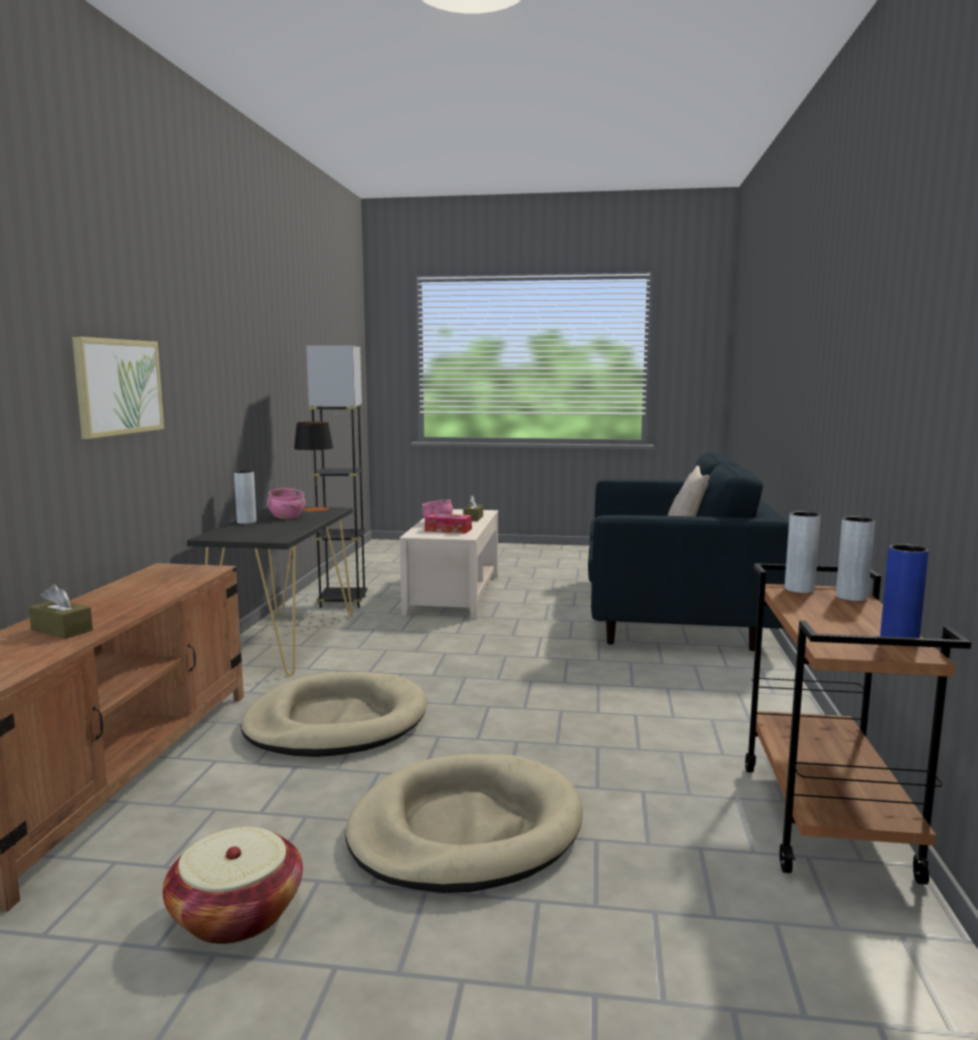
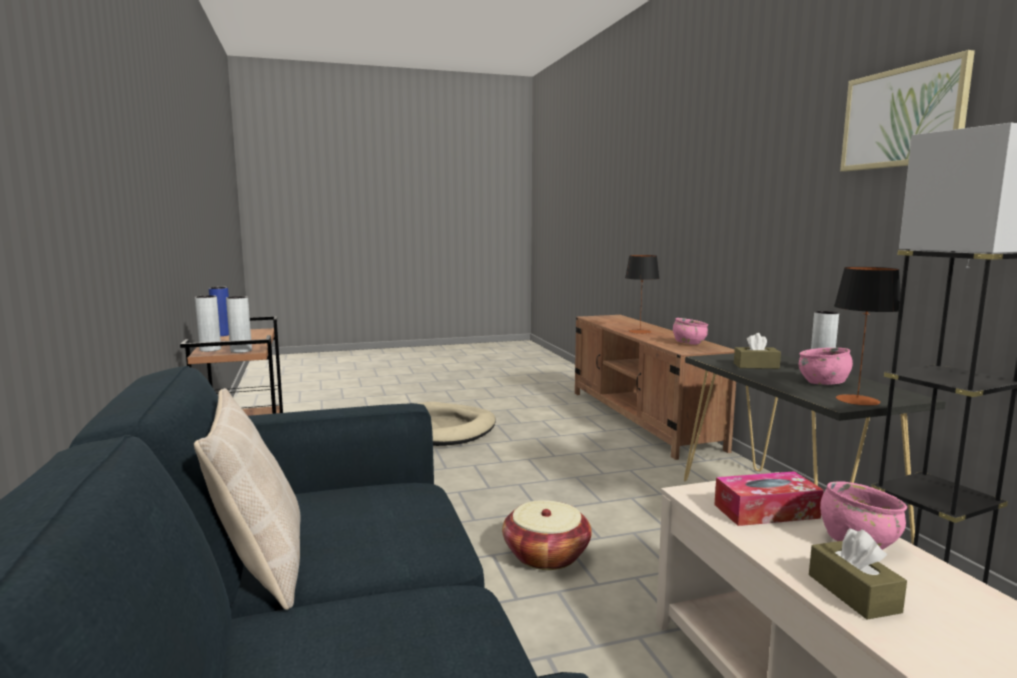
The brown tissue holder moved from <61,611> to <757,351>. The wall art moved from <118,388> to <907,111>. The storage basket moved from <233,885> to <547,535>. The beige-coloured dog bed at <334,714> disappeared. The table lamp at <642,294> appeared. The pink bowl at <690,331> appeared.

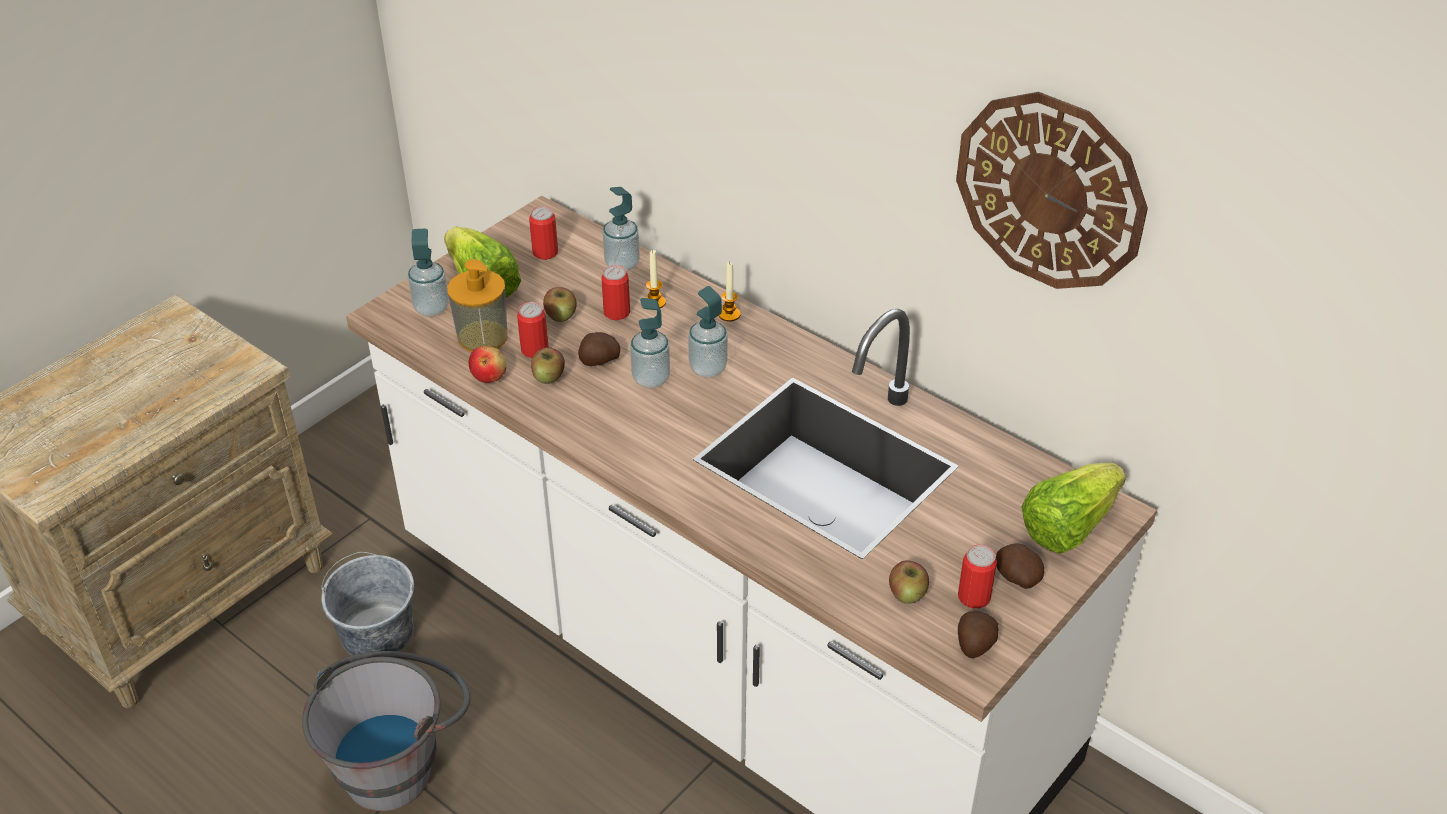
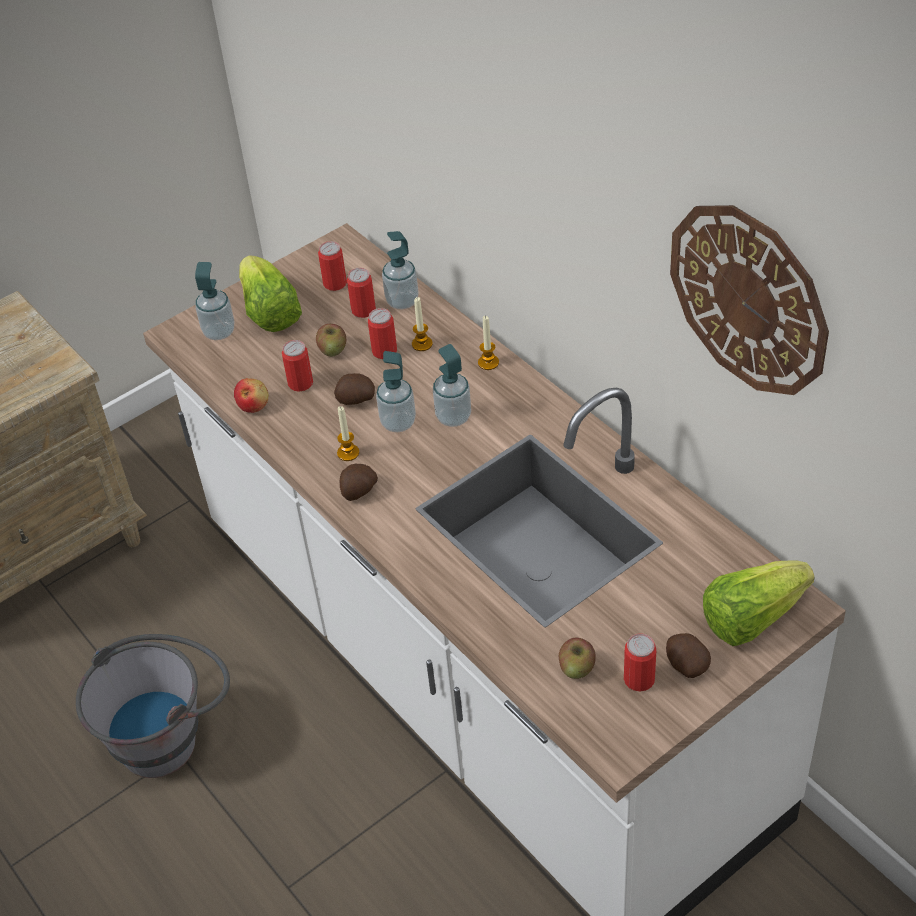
The greyish bucket at <367,603> disappeared. The soap bottle at <477,305> disappeared. The apple fruit at <548,365> disappeared. The spud moved from <978,635> to <359,482>. The wax light at <348,433> appeared. The sealed can at <361,293> appeared.

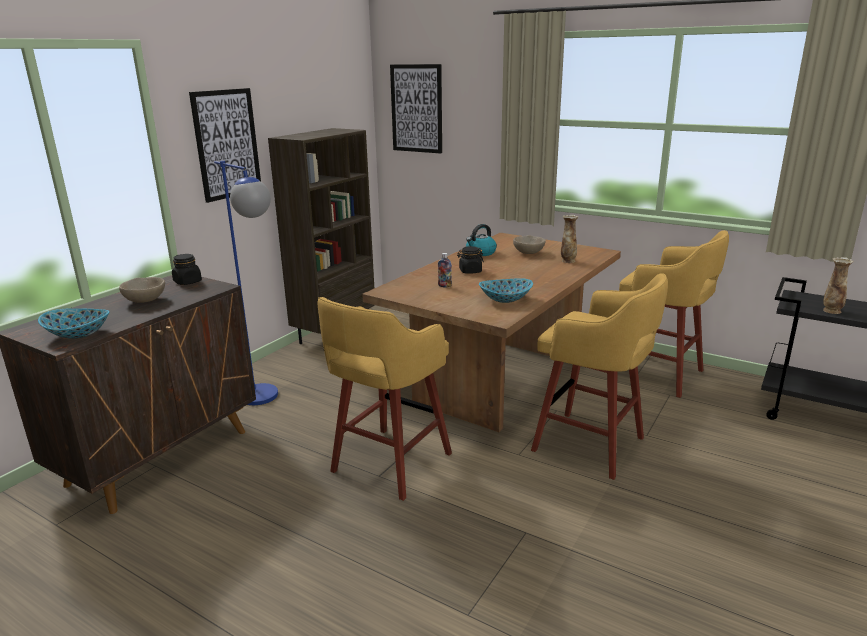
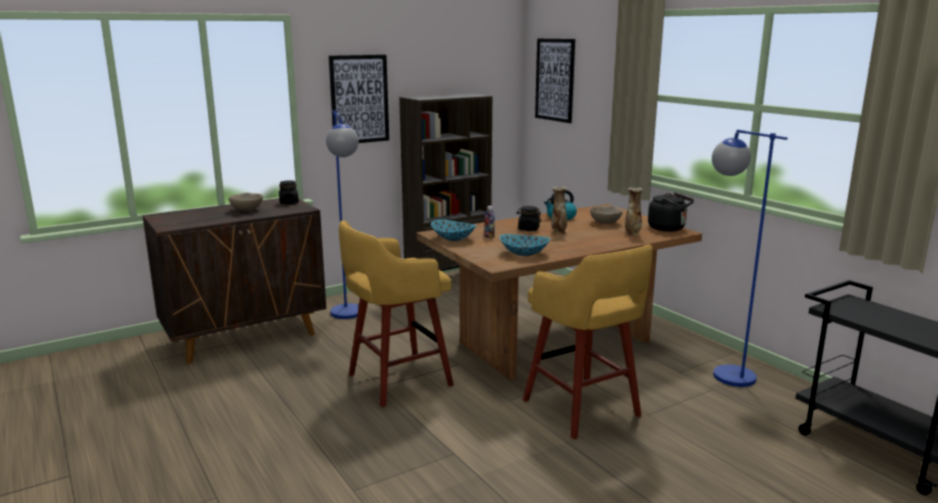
The bowl moved from <73,323> to <453,230>. The yellow stool at <674,314> was replaced by the bluish standard lamp at <750,258>. The flower vase moved from <838,285> to <559,211>. The blackish tea kettle at <671,212> appeared.

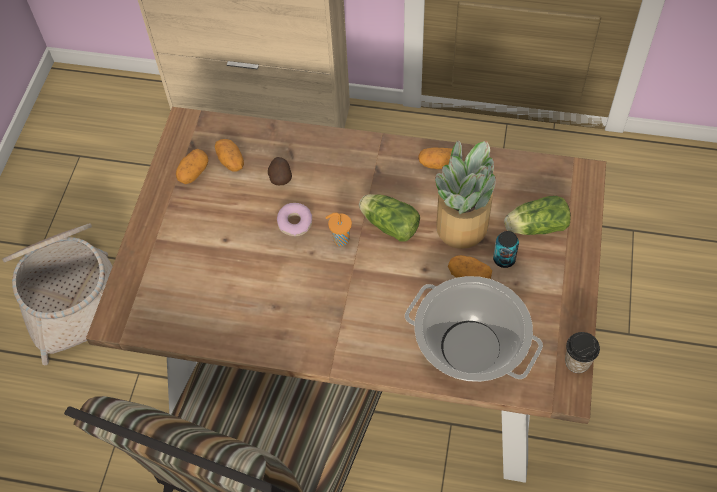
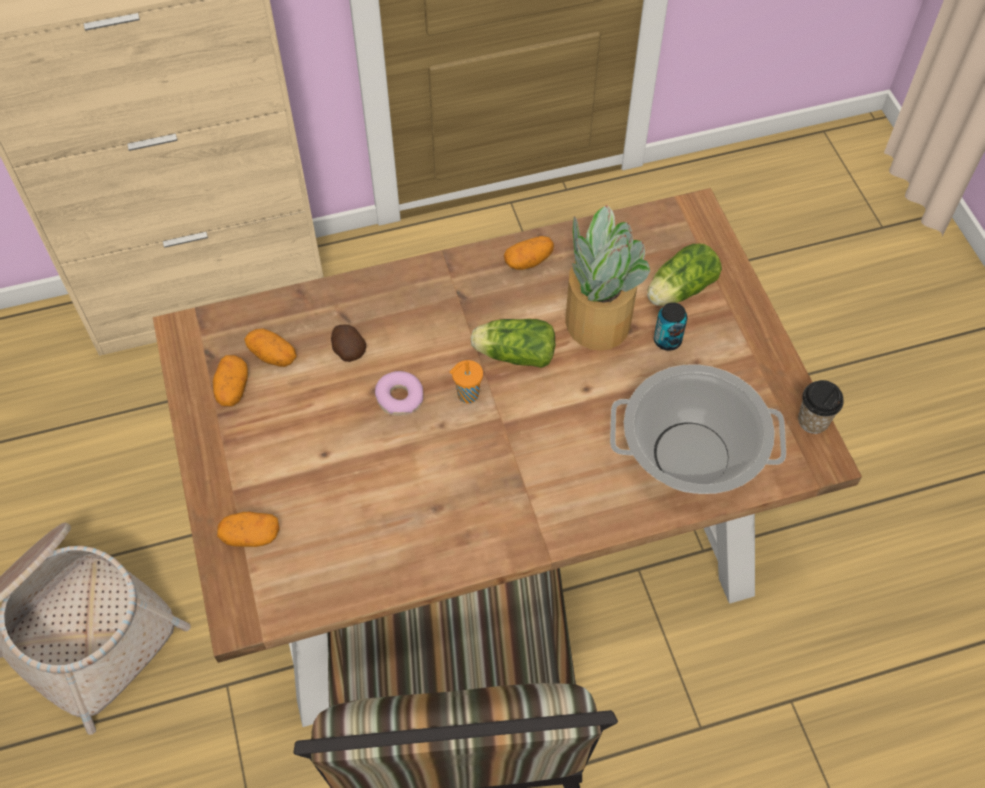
The spud moved from <470,267> to <248,529>.

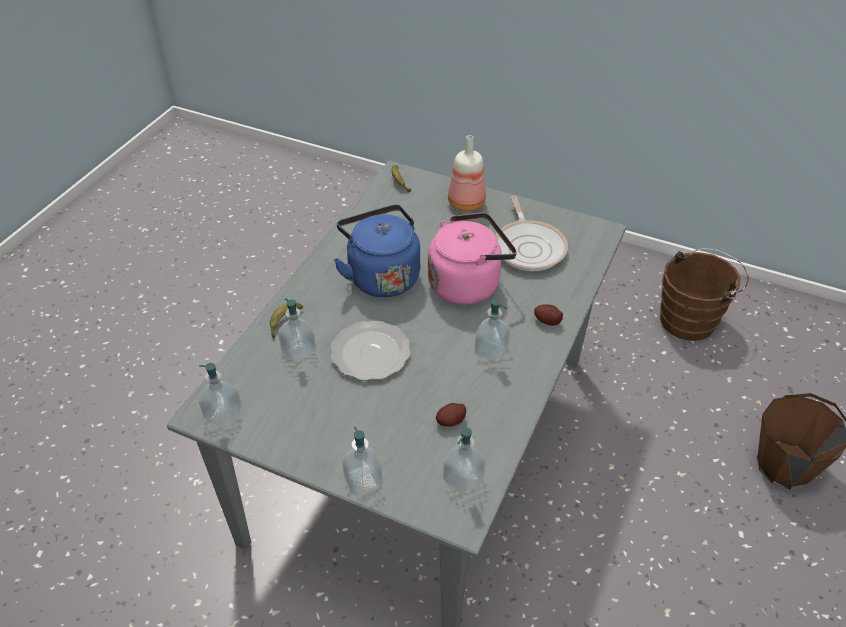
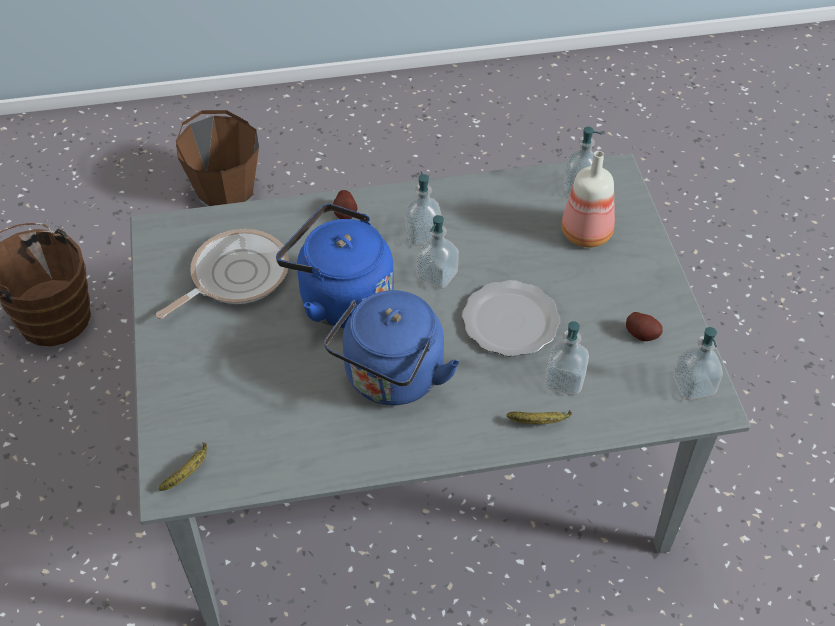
The soap bottle moved from <362,461> to <437,252>. The pink tea kettle at <472,258> became the bluish tea kettle at <335,266>. The spud moved from <451,415> to <644,326>. The beverage bottle moved from <467,173> to <588,199>.

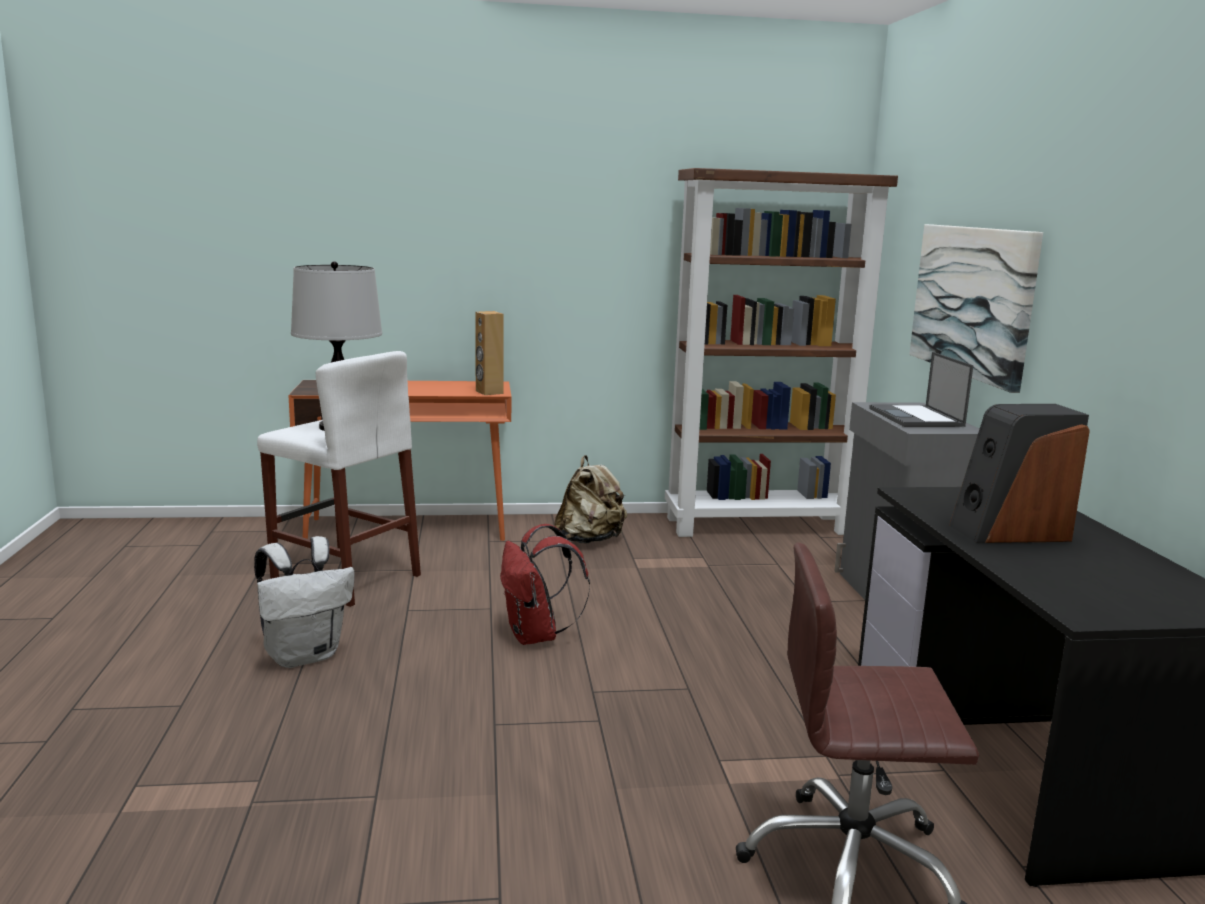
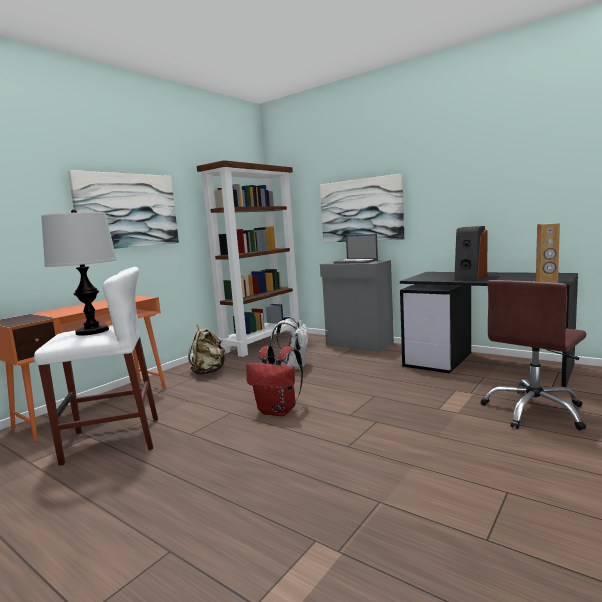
The whitish backpack moved from <304,602> to <289,343>. The brown loudspeaker moved from <490,353> to <548,253>. The wall art at <123,209> appeared.

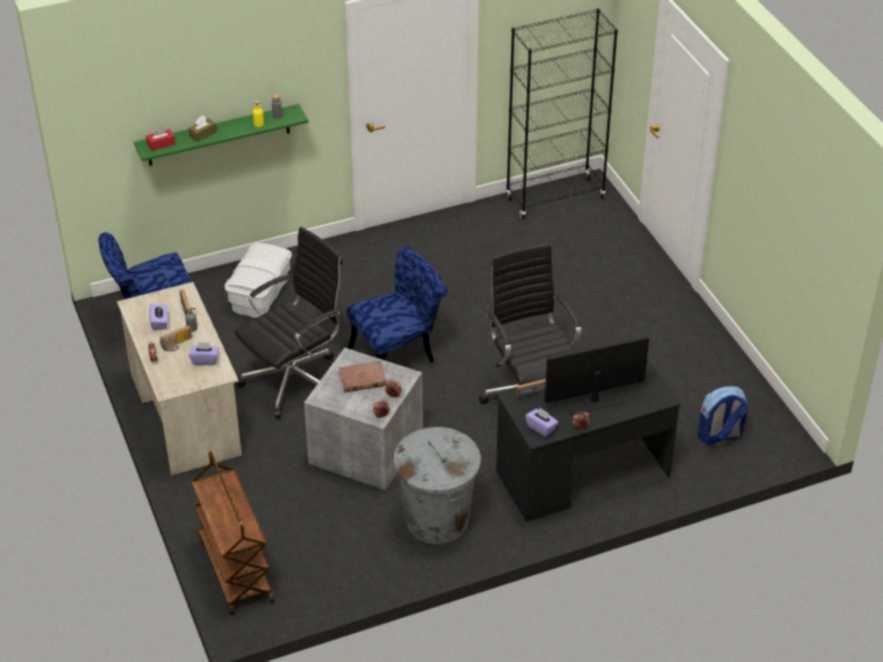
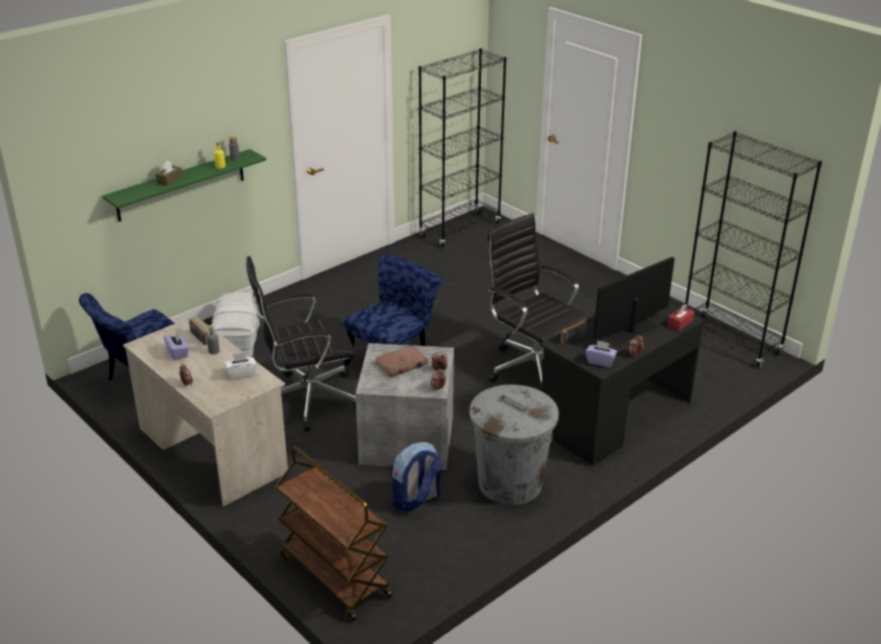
The red tissue holder moved from <160,139> to <680,317>. The radio at <176,338> disappeared. The purple-coloured tissue holder at <204,353> became the whitish tissue holder at <241,366>. The blackish desk chair at <288,323> turned 135 degrees counterclockwise. The backpack moved from <722,415> to <416,477>. The blackish bookcase at <753,249> appeared.

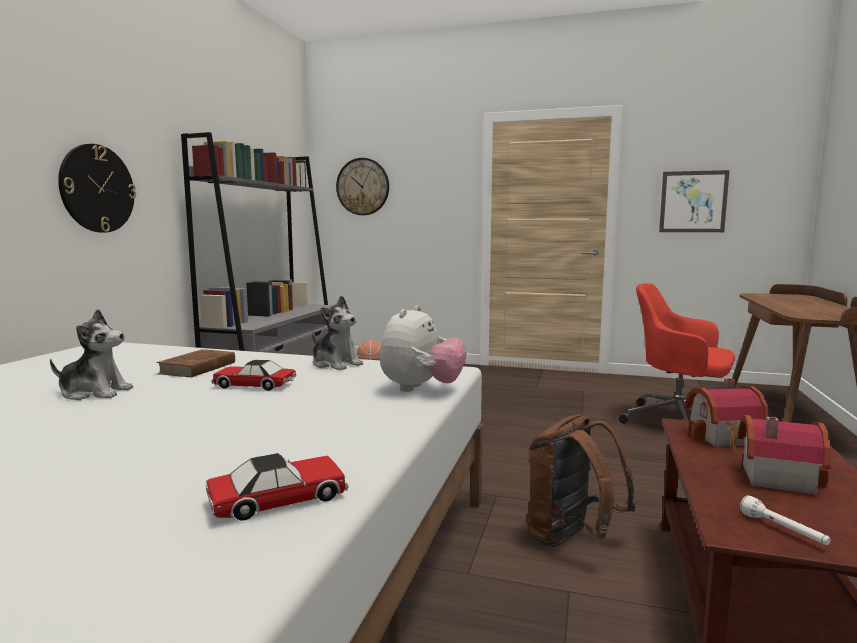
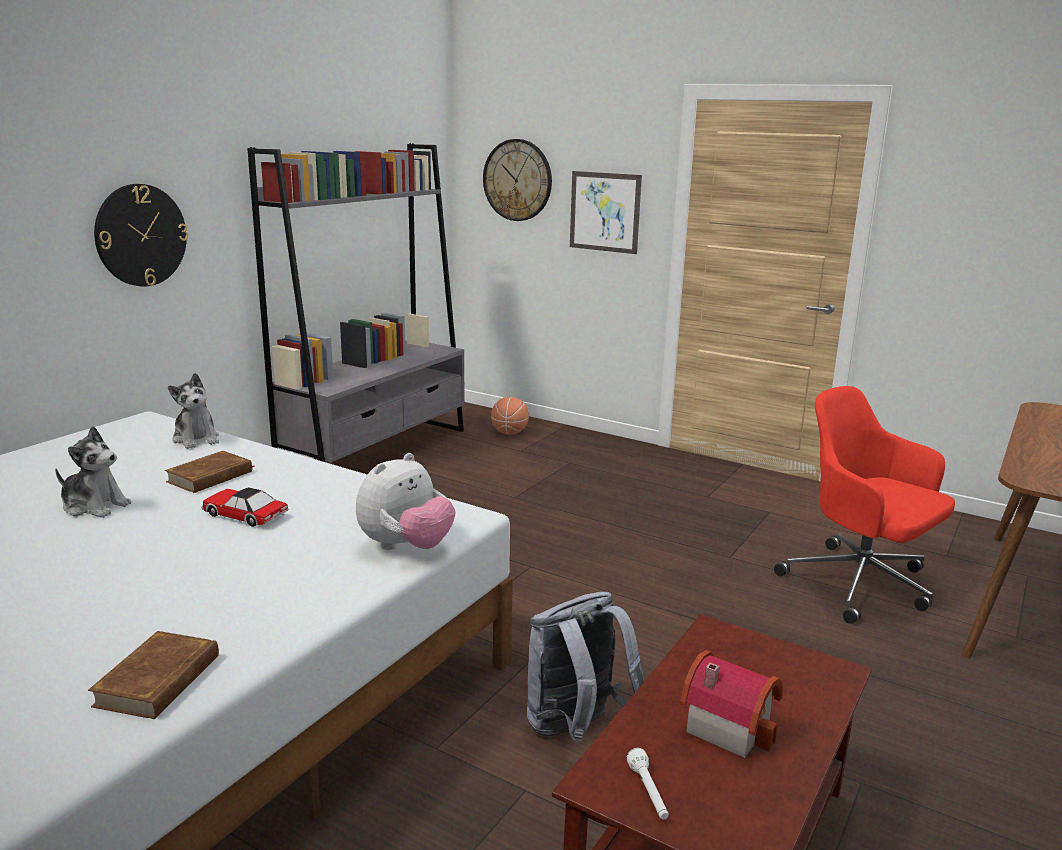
The miniature car at <277,487> was replaced by the brown bound book at <153,675>. The soft toy moved from <337,332> to <193,411>. The brown backpack at <581,480> became the greyish backpack at <585,667>. The wall art moved from <694,201> to <606,212>. The toy house at <727,415> disappeared.

